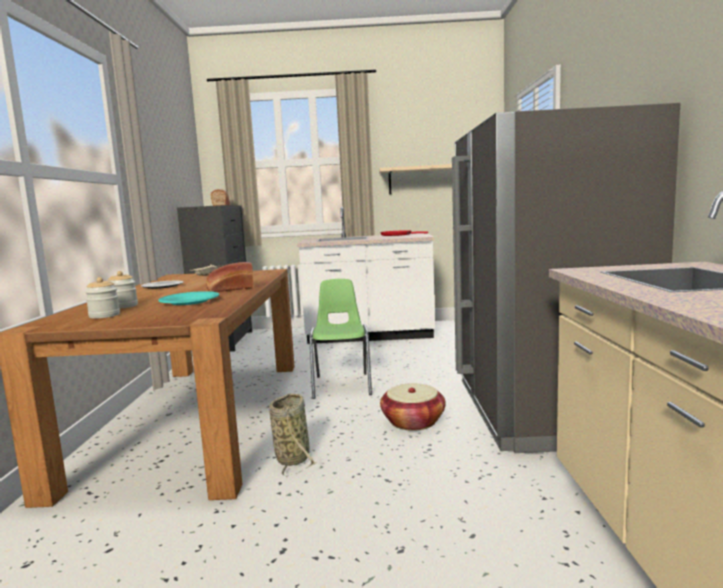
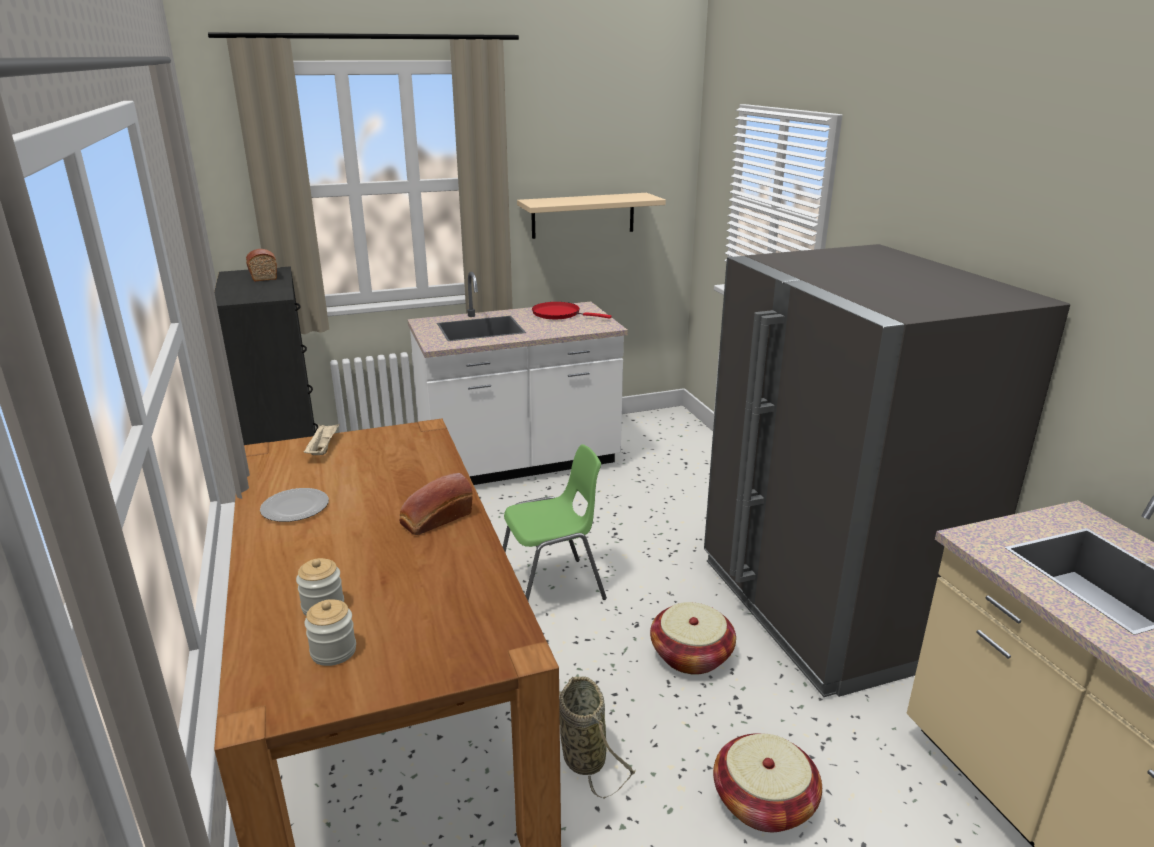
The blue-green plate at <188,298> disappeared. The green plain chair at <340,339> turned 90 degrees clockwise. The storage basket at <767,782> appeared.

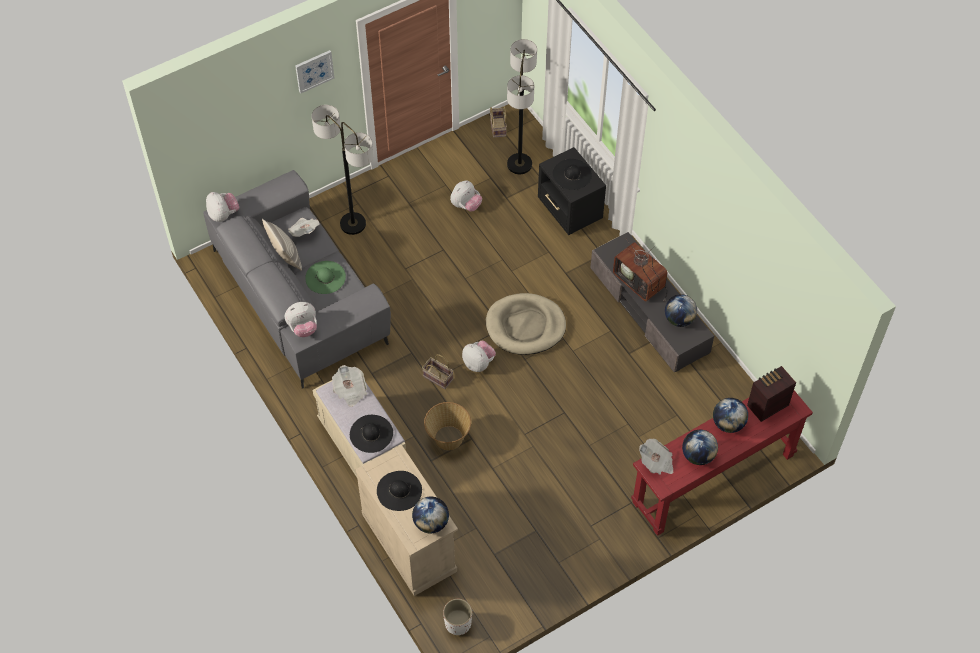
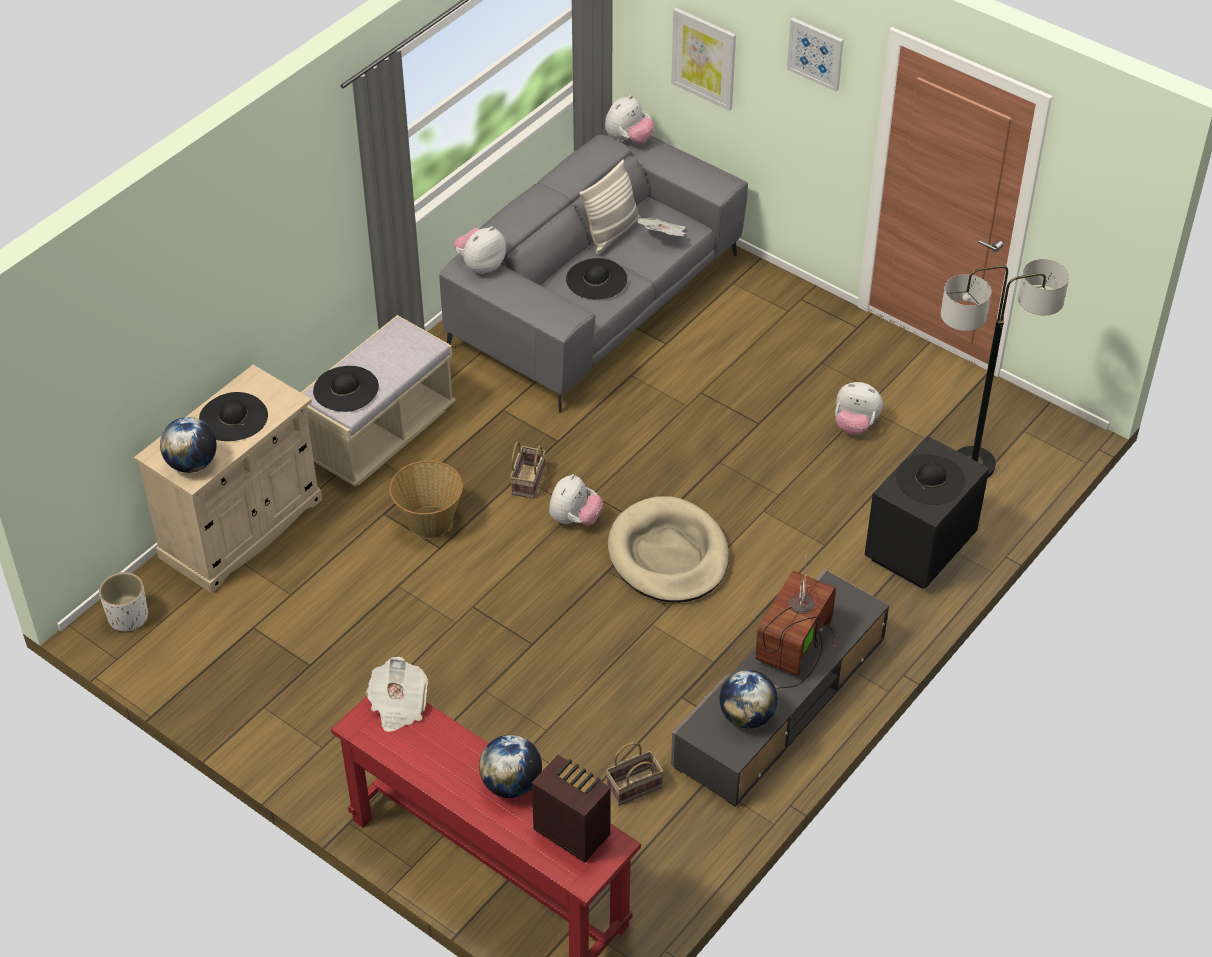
The soft toy at <301,319> turned 90 degrees clockwise. The green clothing hat at <325,277> became the blackish clothing hat at <596,278>. The standard lamp at <342,170> disappeared. The newspaper at <349,386> disappeared. The storage basket moved from <498,122> to <634,774>. The globe at <700,447> disappeared. The wall art at <703,59> appeared.

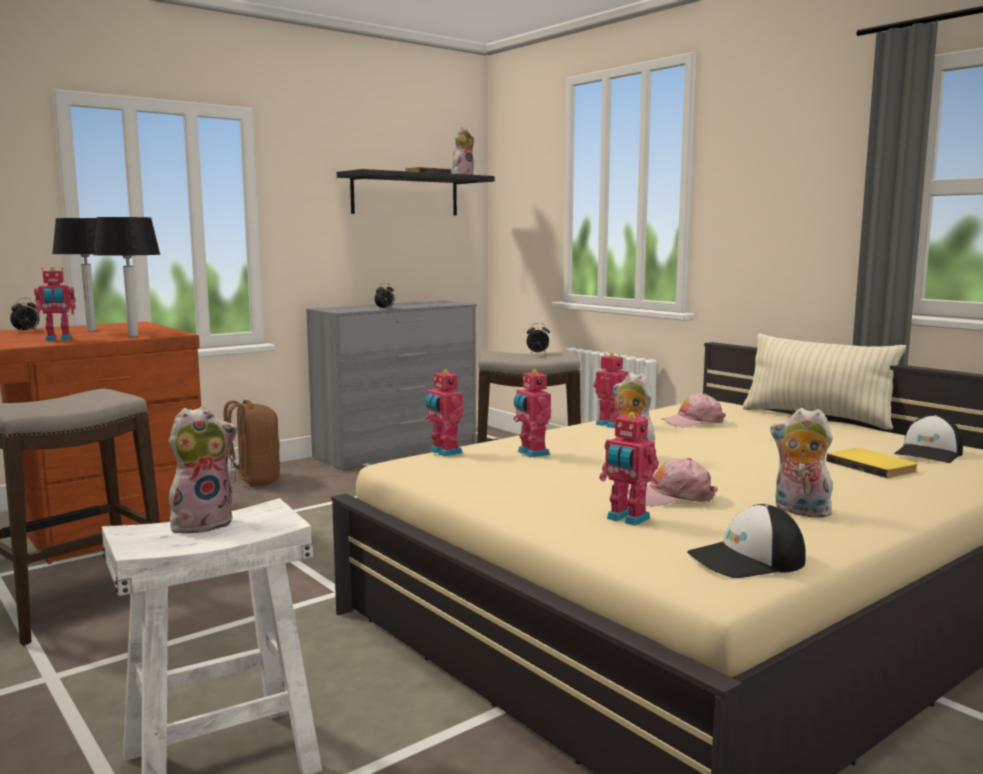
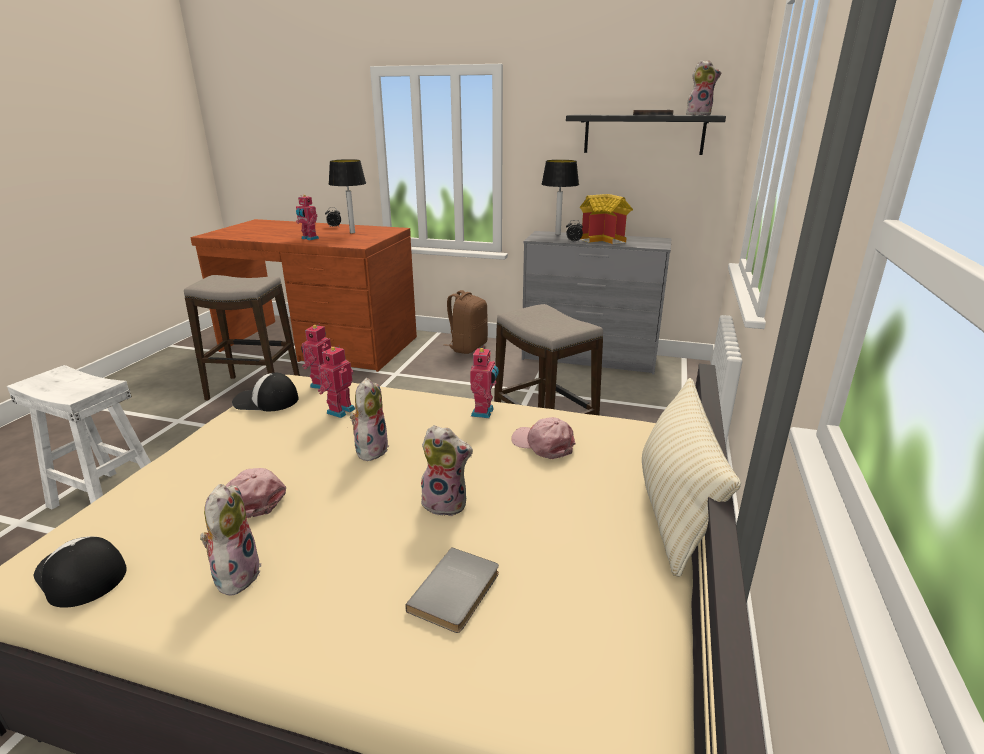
The table lamp moved from <126,277> to <560,197>. The soft toy moved from <203,470> to <447,470>. The table clock at <538,338> disappeared. The model robot at <629,469> disappeared. The yellow bound book at <872,463> became the greyish bound book at <452,590>. The baseball cap moved from <928,439> to <265,392>. The toy house at <606,219> appeared.

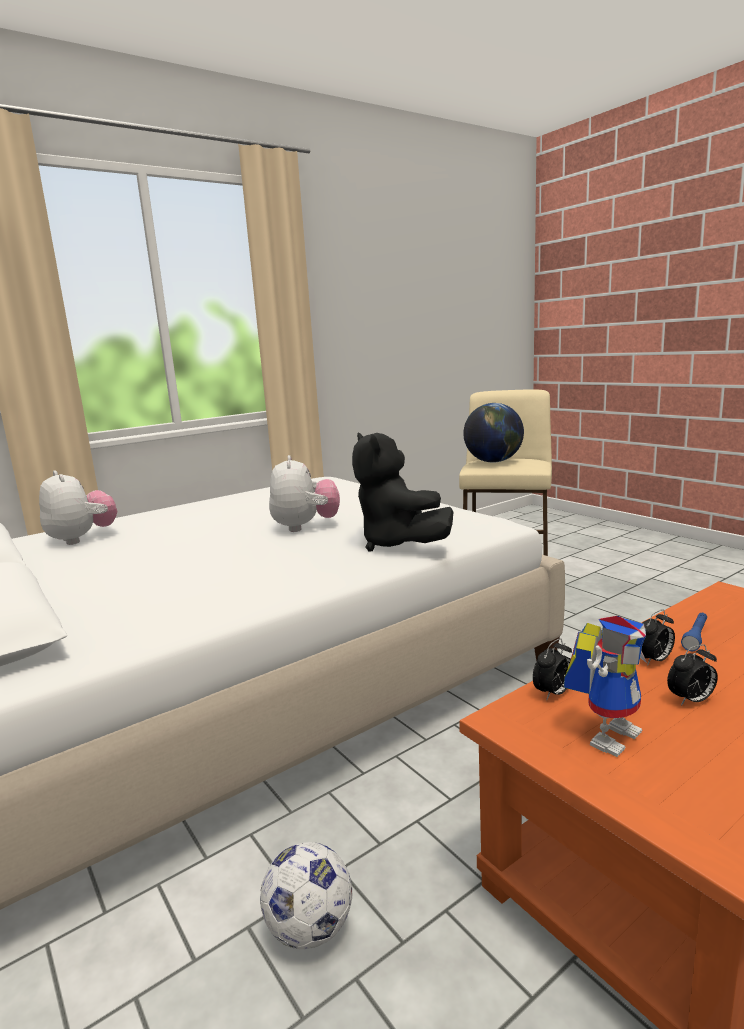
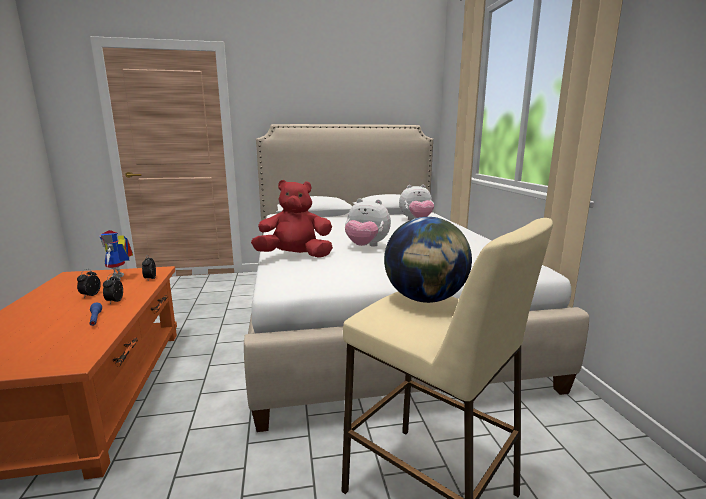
The football at <306,895> disappeared. The blackish soft toy at <402,492> became the red soft toy at <292,219>.

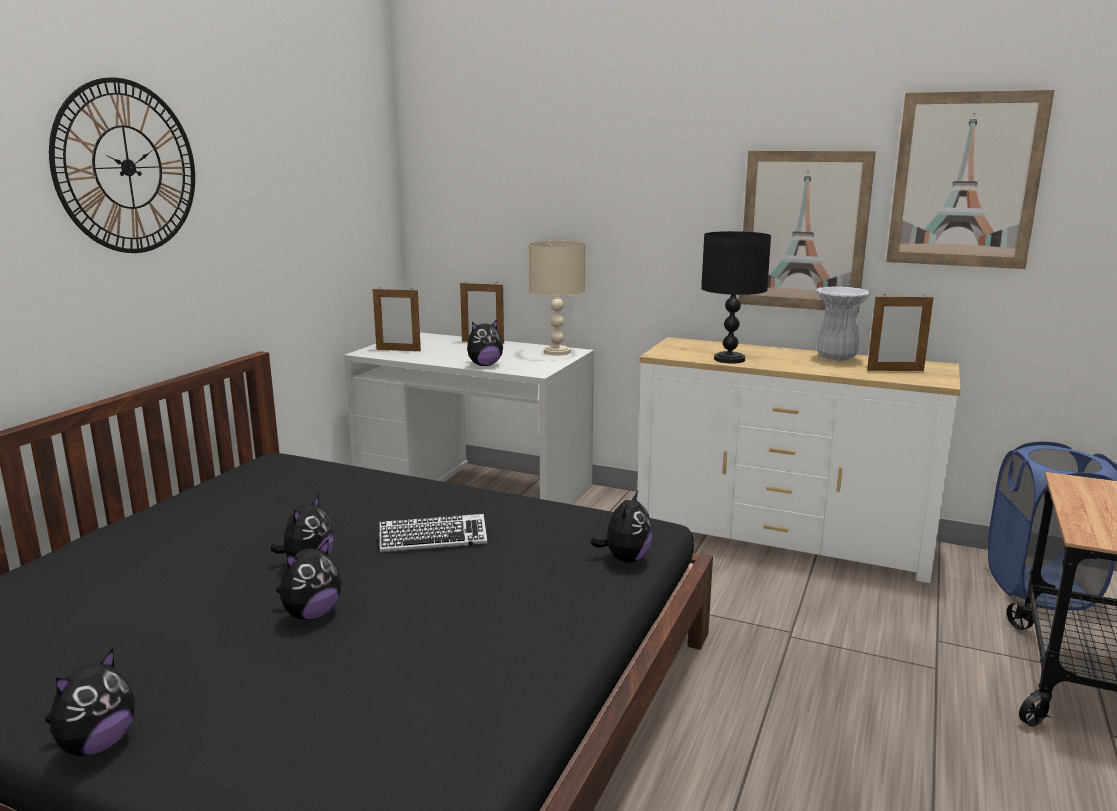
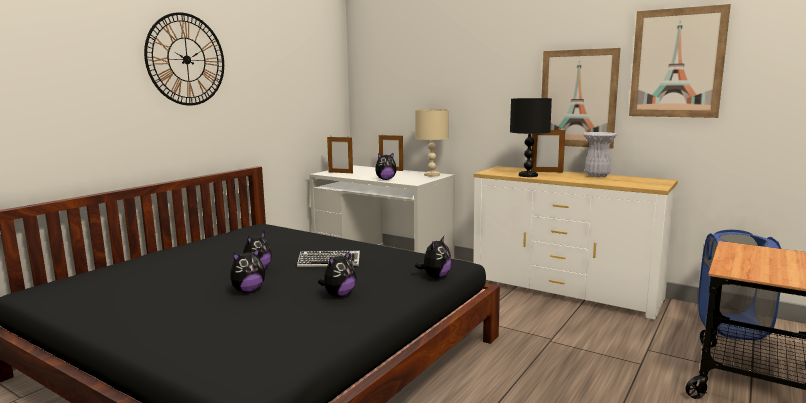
The soft toy moved from <90,702> to <337,273>. The photo frame moved from <900,332> to <548,150>.

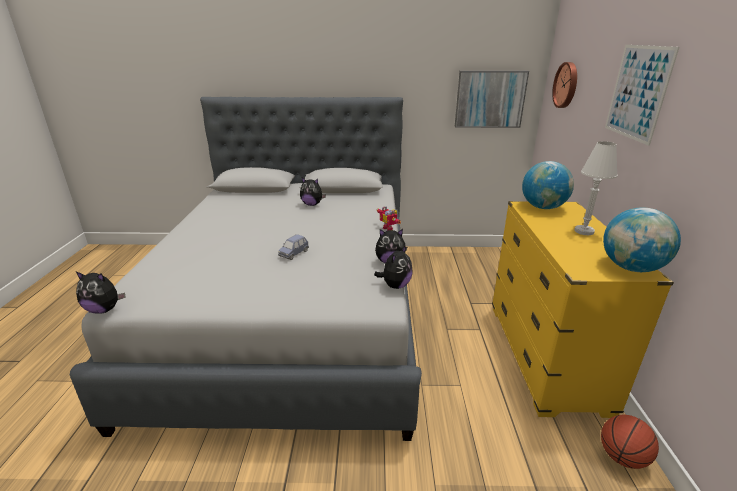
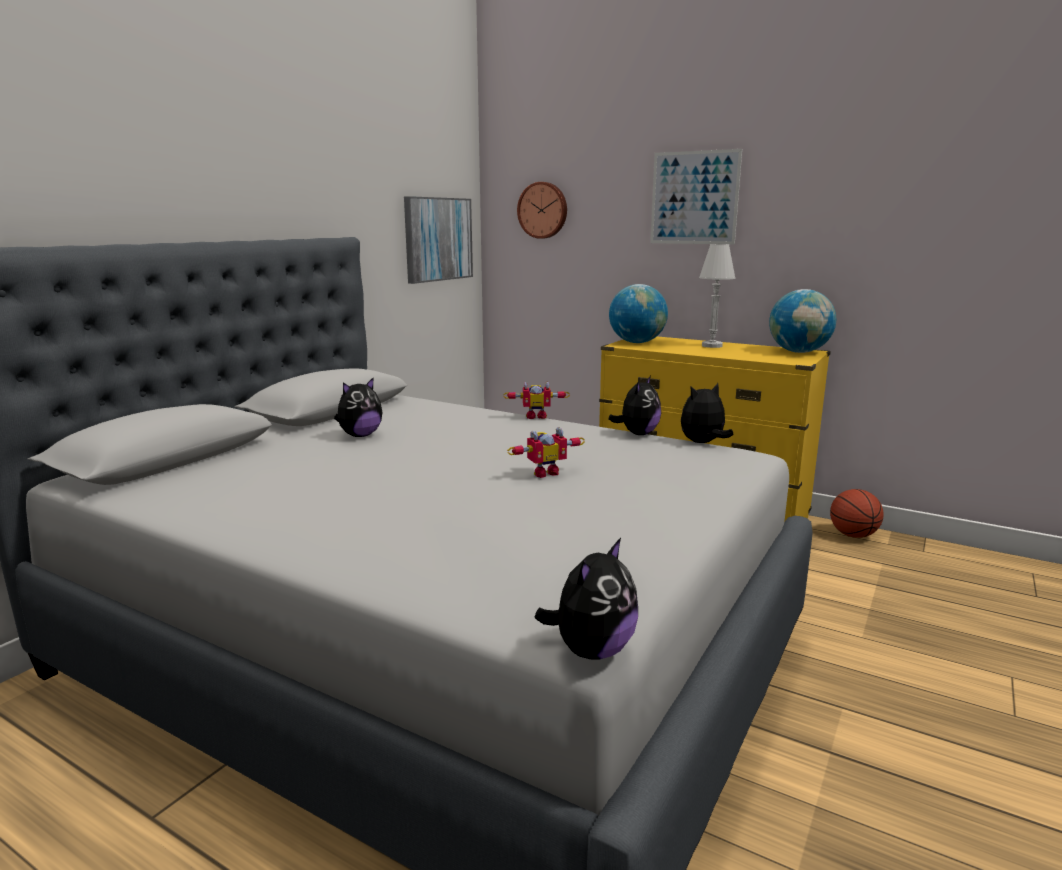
The bluish miniature car at <293,247> was replaced by the model robot at <546,452>. The soft toy at <393,267> turned 90 degrees counterclockwise.

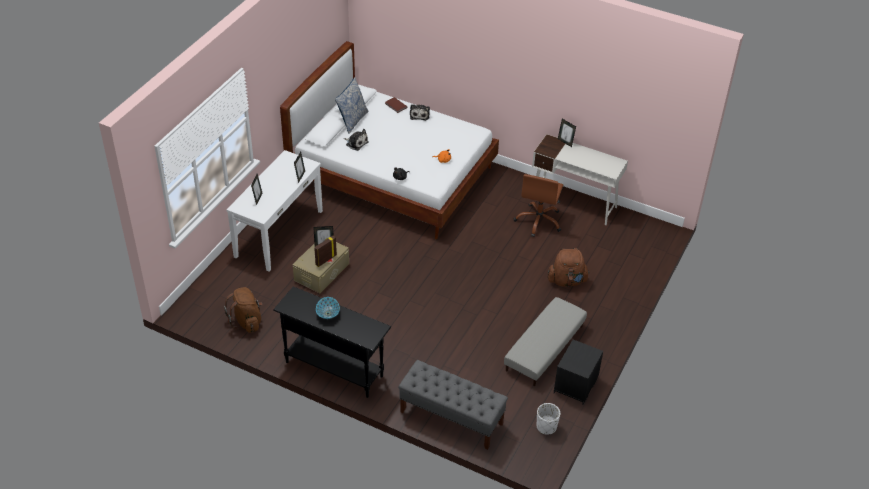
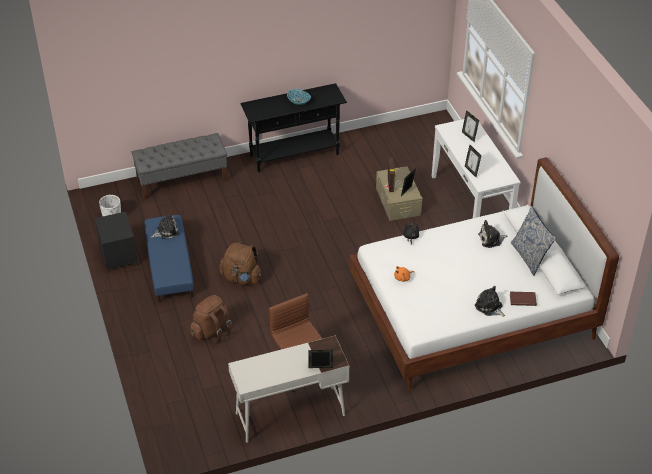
The brown backpack moved from <243,310> to <240,263>. The greyish ottoman at <545,341> became the bluish ottoman at <169,258>. The soft toy at <165,226> appeared.

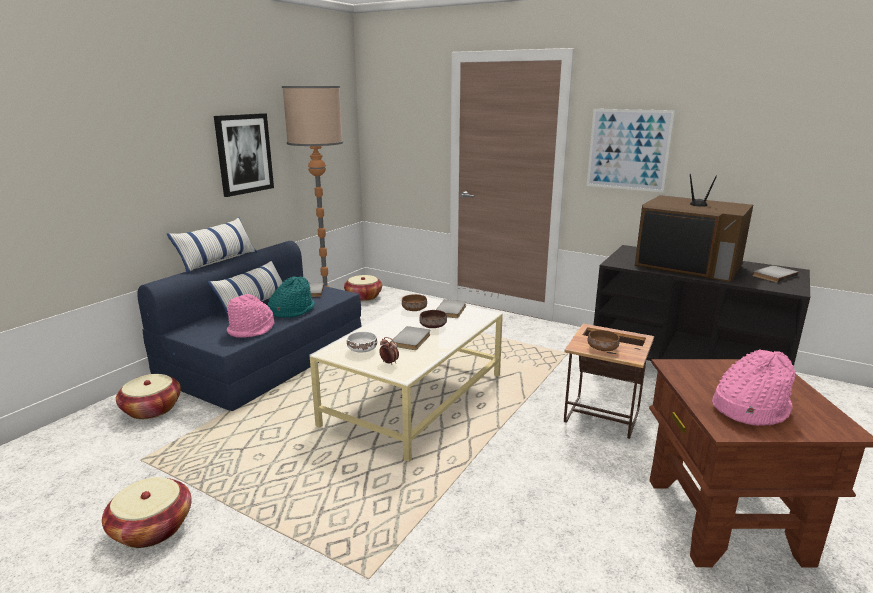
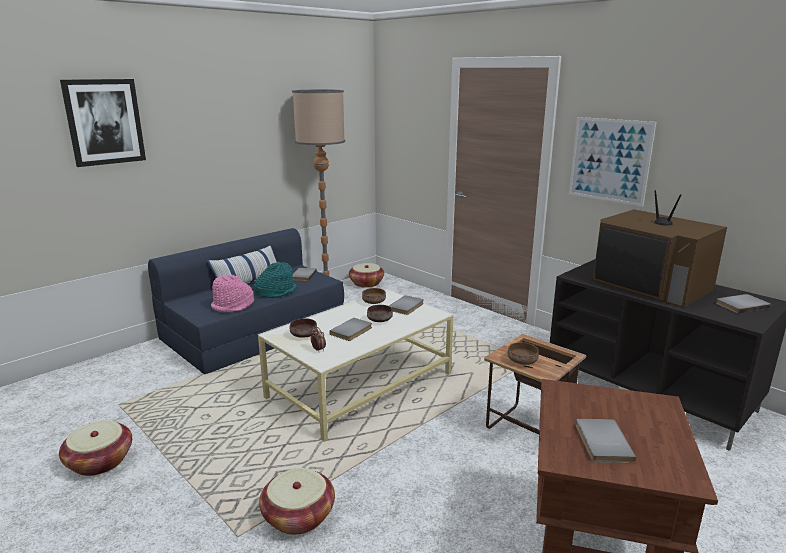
The storage basket moved from <148,396> to <297,501>. The cushion at <212,245> disappeared. The wall art moved from <244,155> to <103,123>. The whitish bowl at <362,341> became the brown bowl at <303,328>. The pink clothing hat at <754,387> was replaced by the greyish bound book at <606,441>.

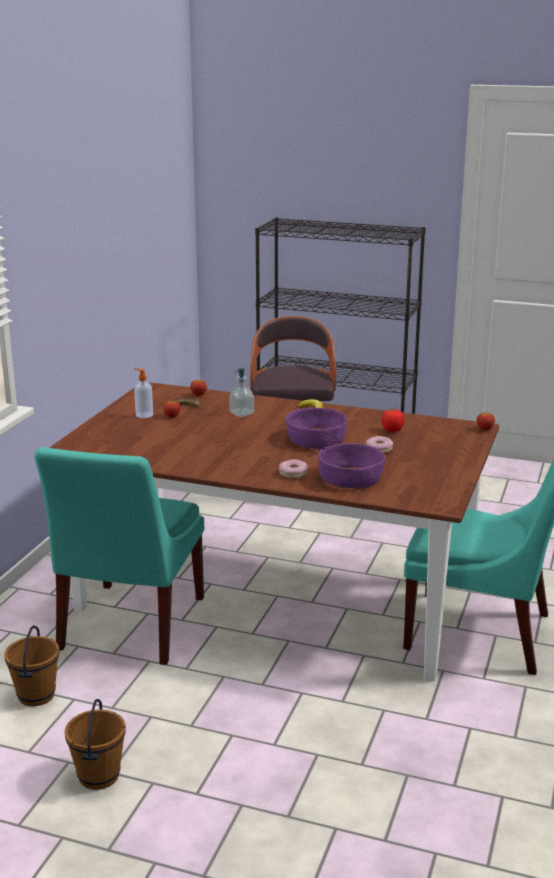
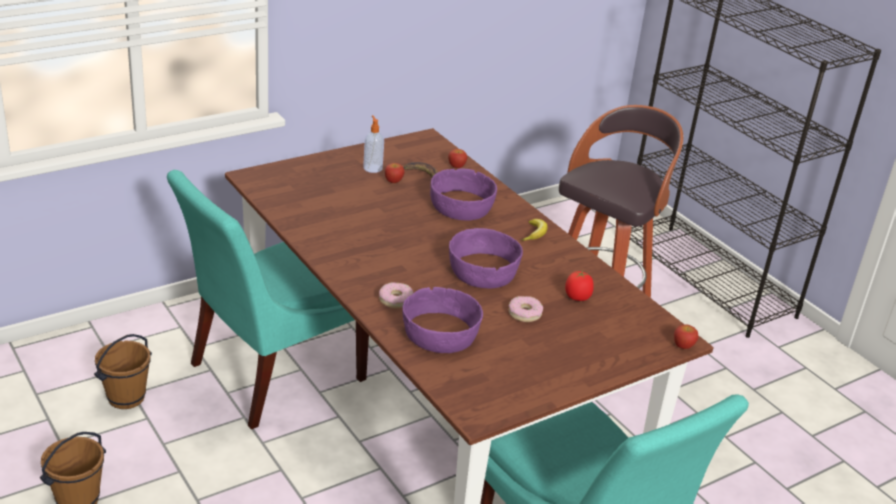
The soap bottle at <241,392> was replaced by the purple-coloured bowl at <463,194>.

